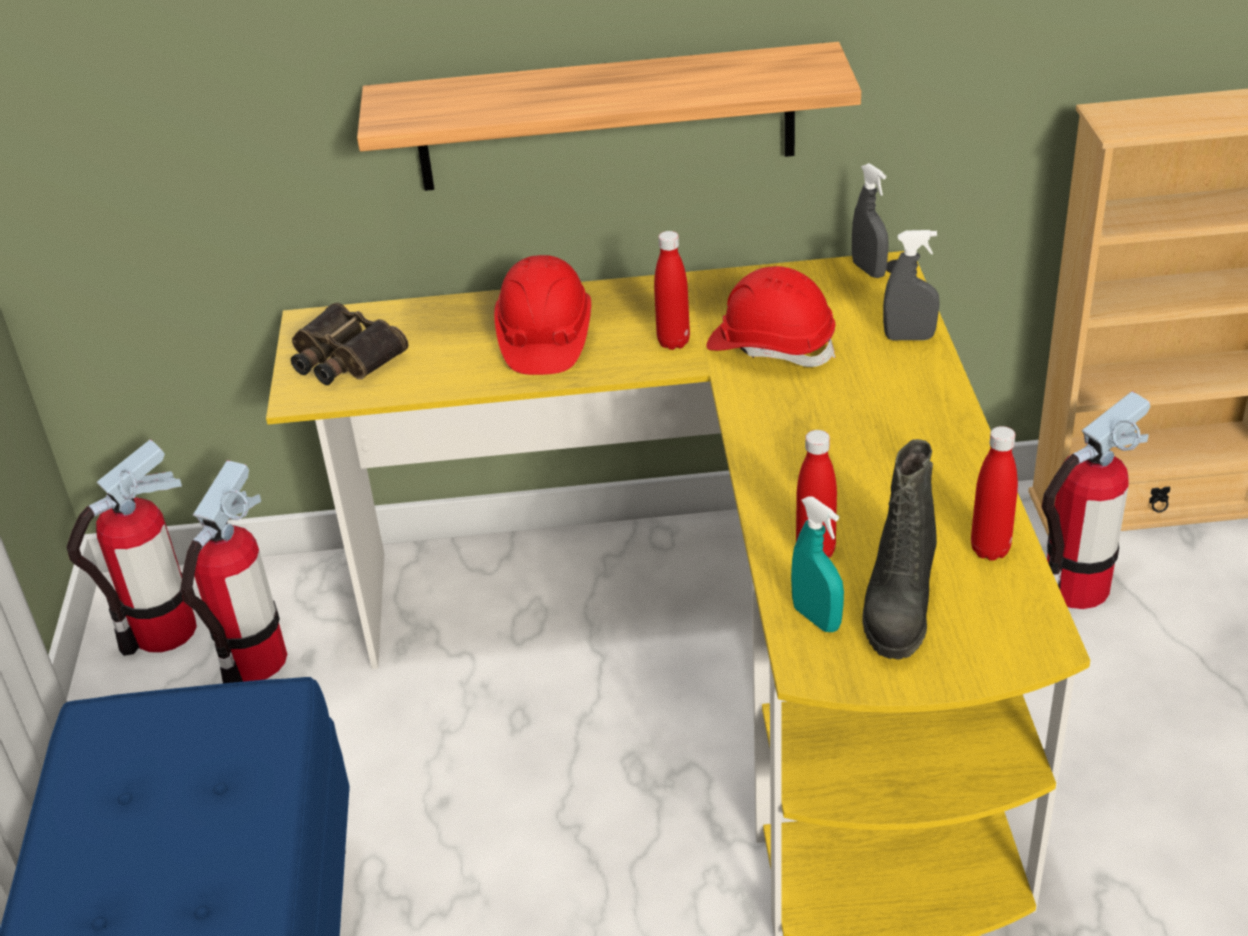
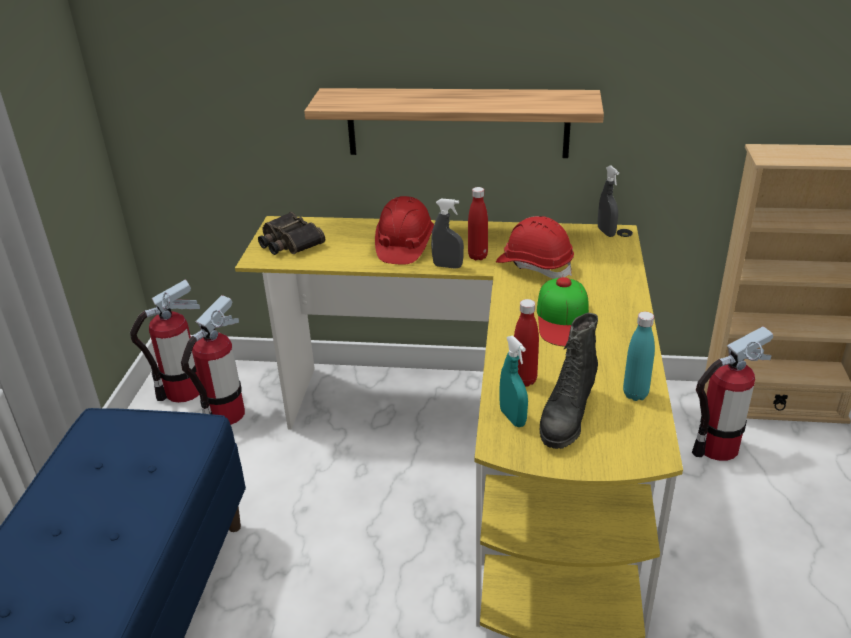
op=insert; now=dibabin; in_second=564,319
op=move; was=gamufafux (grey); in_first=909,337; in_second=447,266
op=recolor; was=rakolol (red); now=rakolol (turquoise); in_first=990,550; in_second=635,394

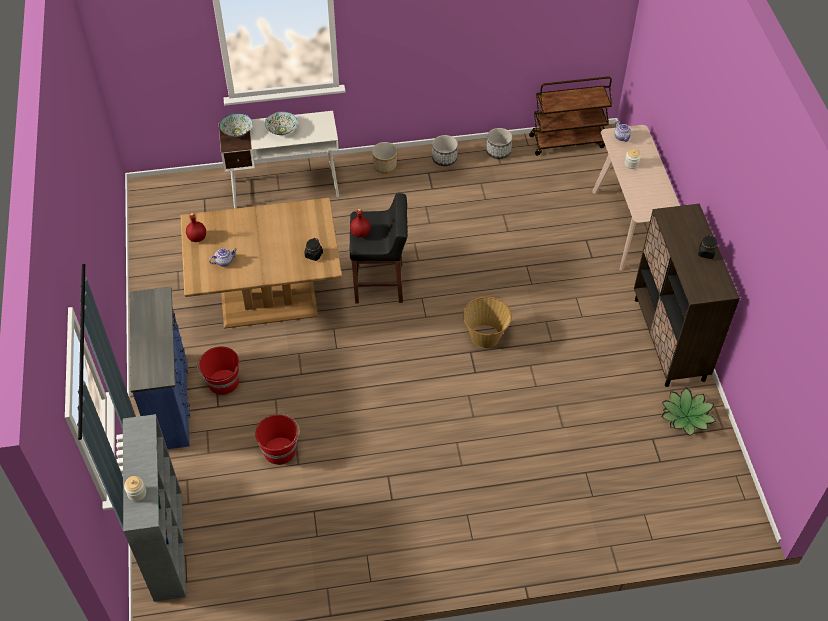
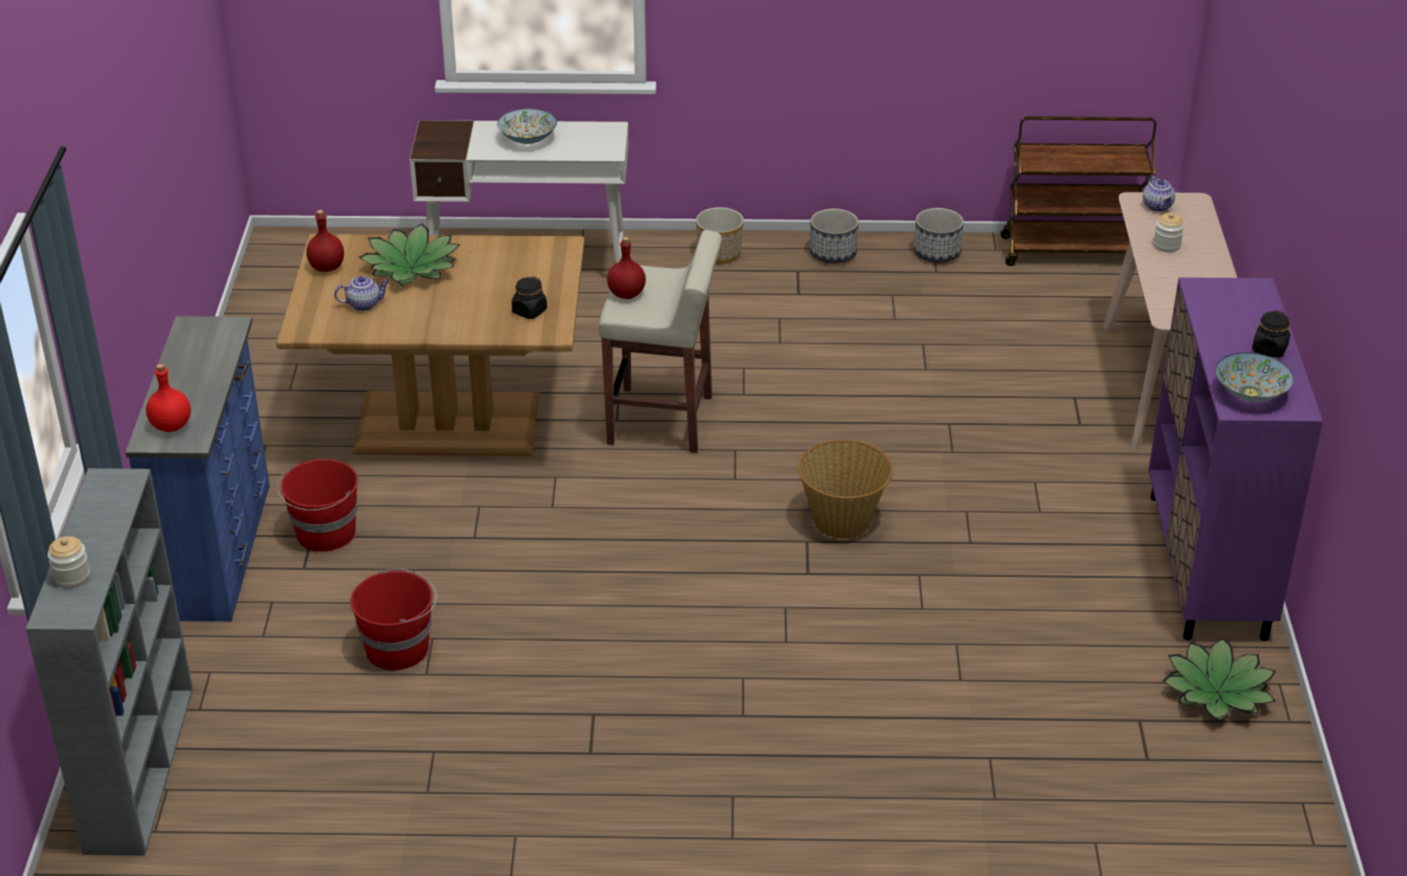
op=insert; now=rakolol (red); in_second=170,426
op=insert; now=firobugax; in_second=412,267
op=move; was=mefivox; in_first=237,131; in_second=1250,393
op=recolor; was=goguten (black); now=goguten (beige); in_first=380,283; in_second=662,420
op=recolor; was=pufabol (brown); now=pufabol (purple); in_first=669,339; in_second=1207,566

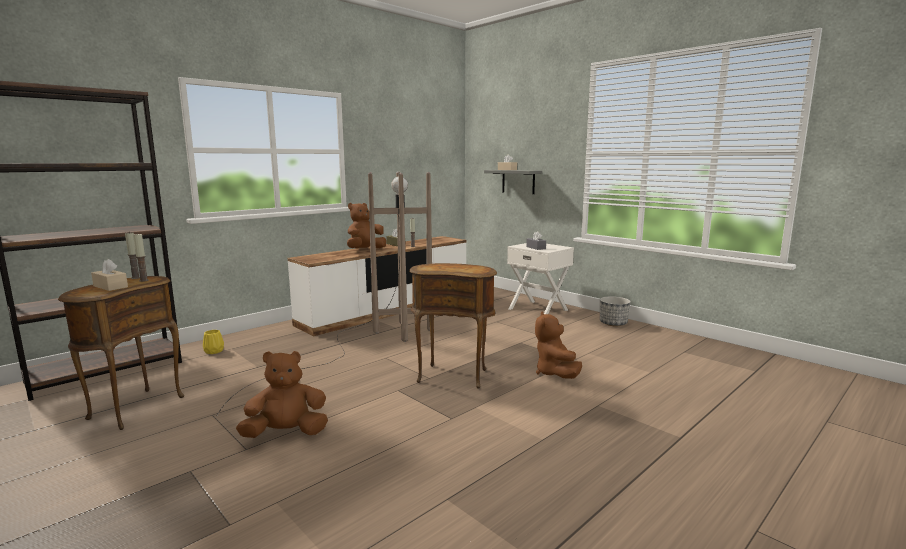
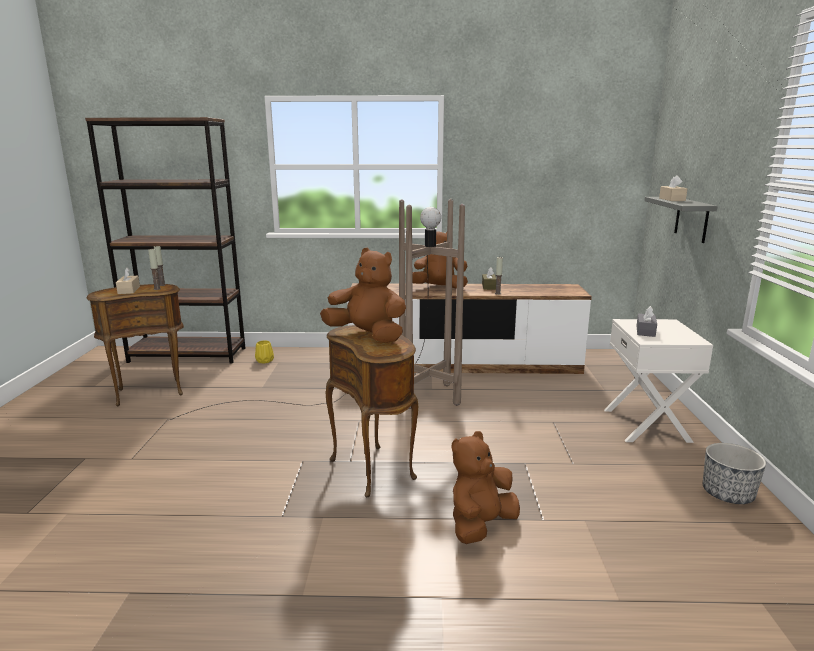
op=move; was=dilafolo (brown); in_first=286,433; in_second=367,336

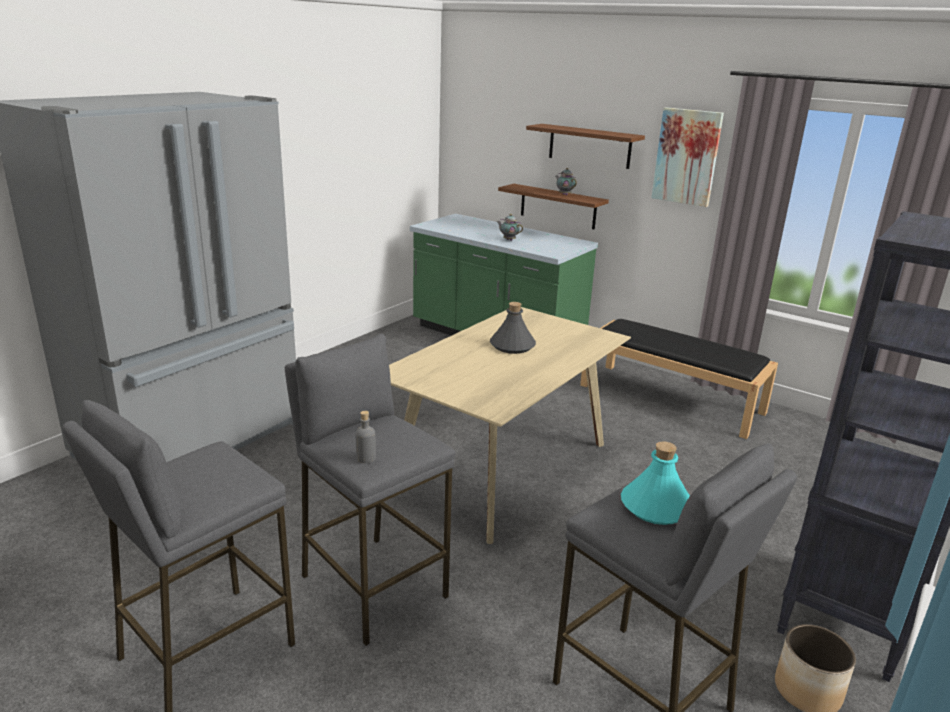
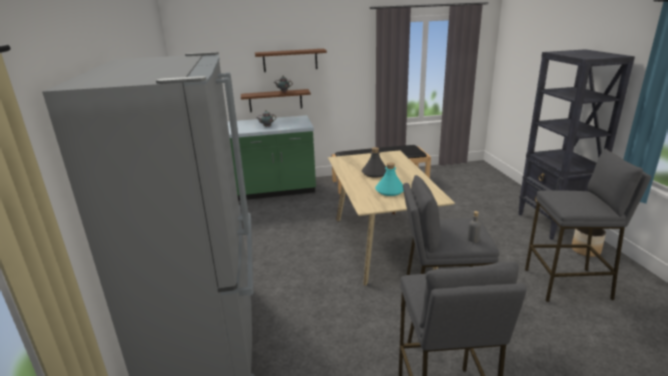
op=delete; was=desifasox; in_first=687,157
op=move; was=rakolol (turquoise); in_first=655,507; in_second=389,191

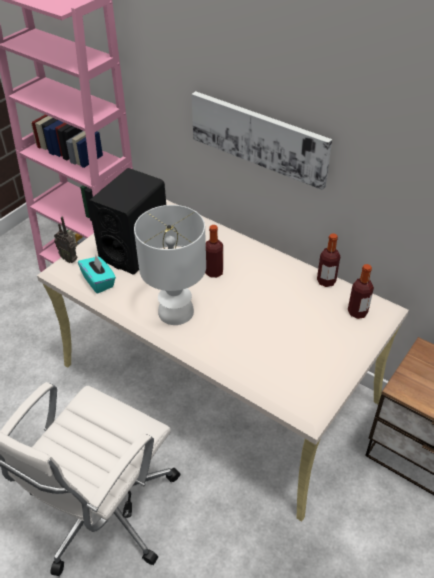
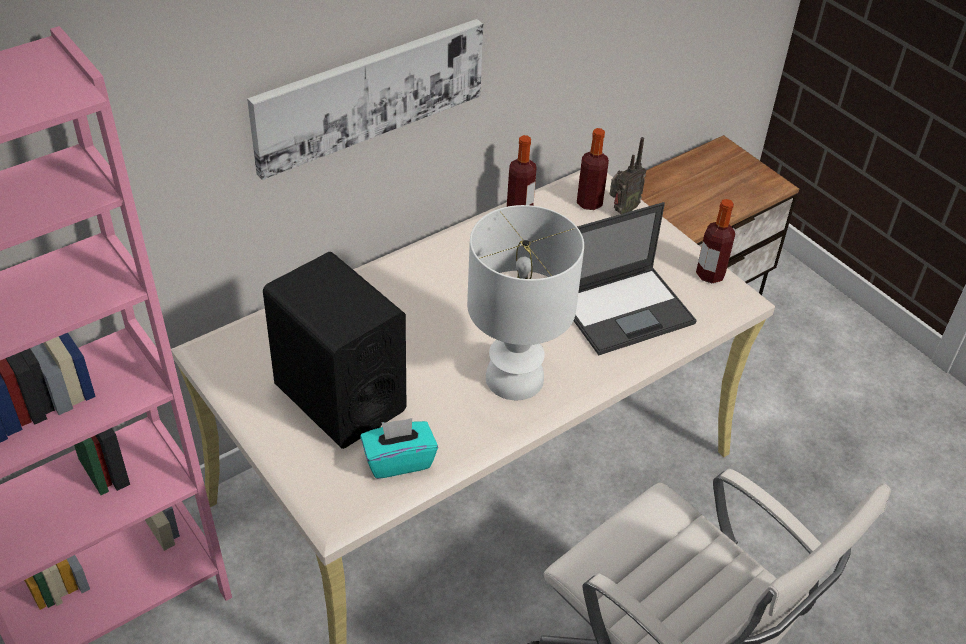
op=insert; now=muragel; in_second=626,309
op=move; was=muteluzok; in_first=70,259; in_second=622,210
op=move; was=rakolol; in_first=214,272; in_second=710,274

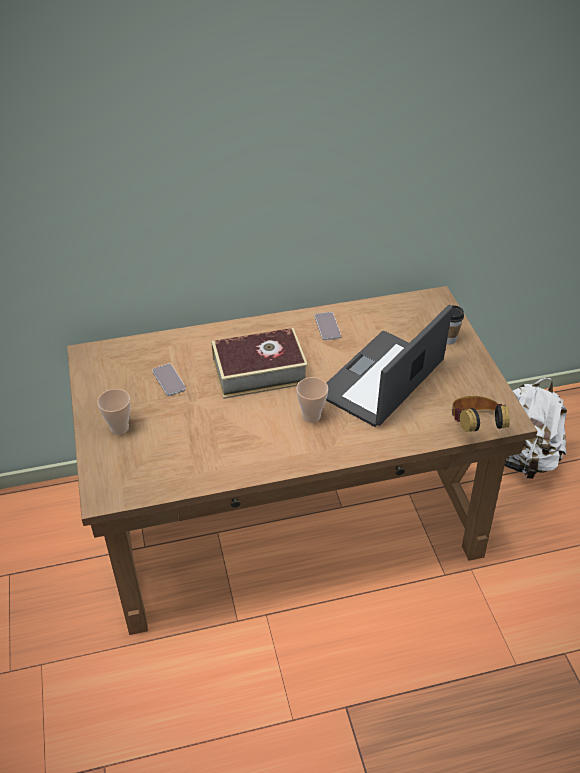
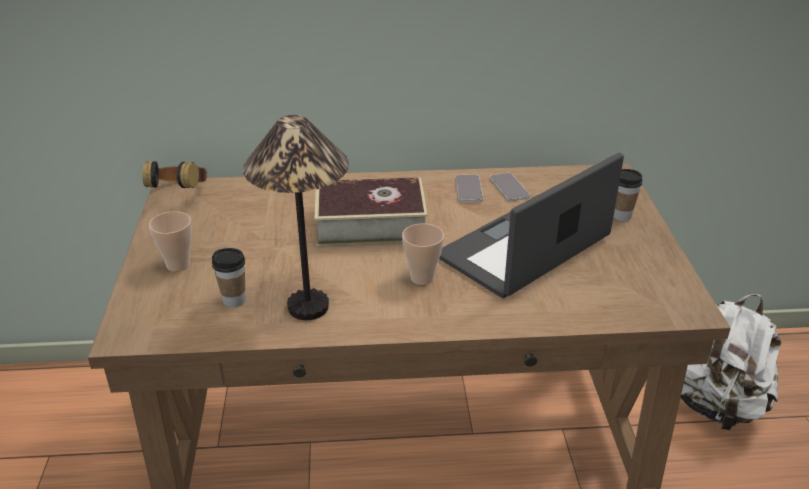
op=insert; now=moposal; in_second=234,300
op=insert; now=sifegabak; in_second=307,308
op=move; was=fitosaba; in_first=169,380; in_second=509,188
op=move; was=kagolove; in_first=474,426; in_second=181,195

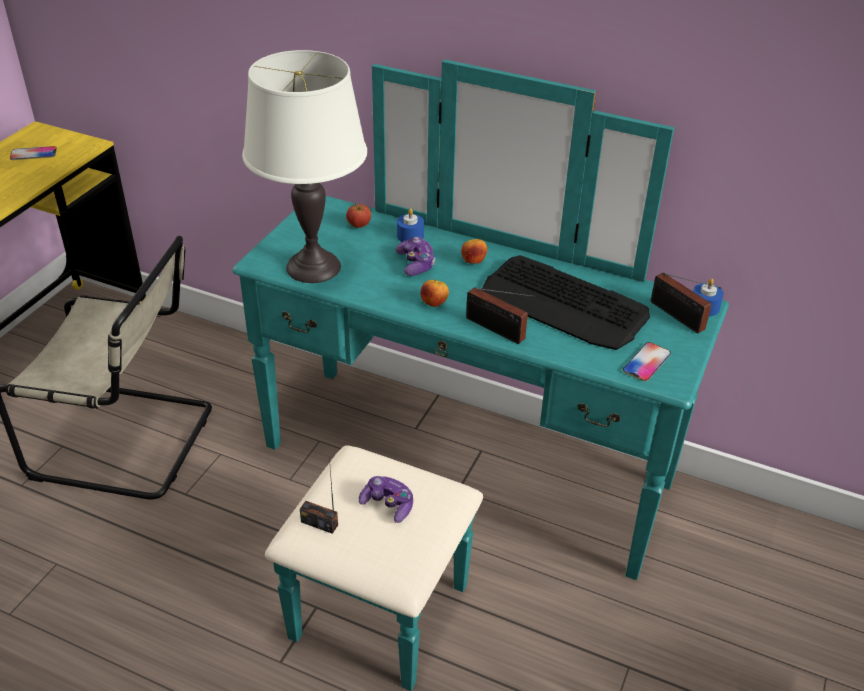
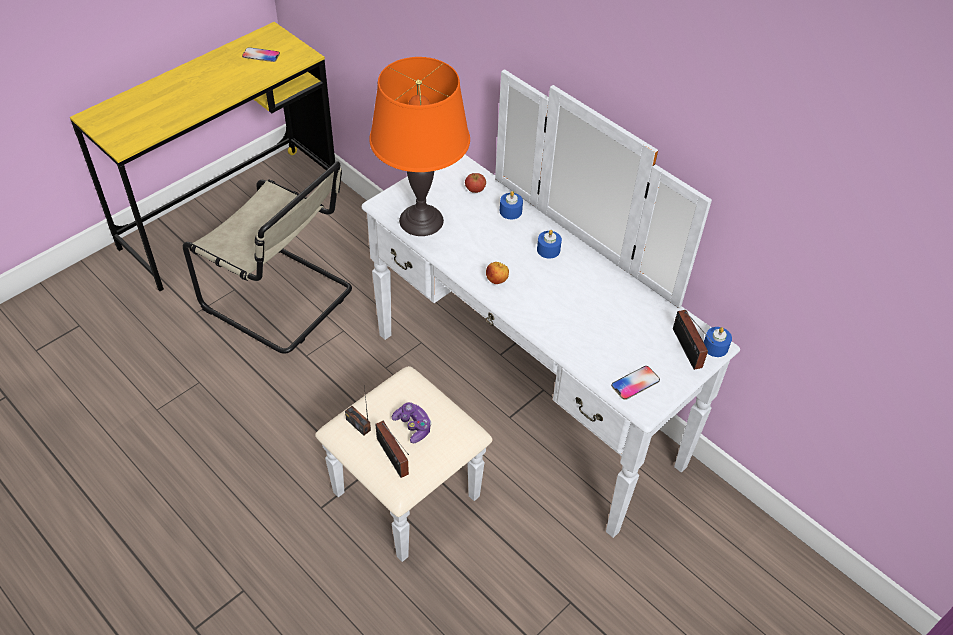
op=delete; was=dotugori; in_first=416,264
op=delete; was=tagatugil; in_first=564,304
op=move; was=muteluzok; in_first=498,330; in_second=393,459
op=replace; was=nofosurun; now=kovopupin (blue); in_first=473,262; in_second=548,250
op=recolor; was=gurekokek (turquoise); now=gurekokek (white); in_first=450,495; in_second=500,420
op=recolor; was=sifegabak (white); now=sifegabak (orange); in_first=313,267; in_second=421,221

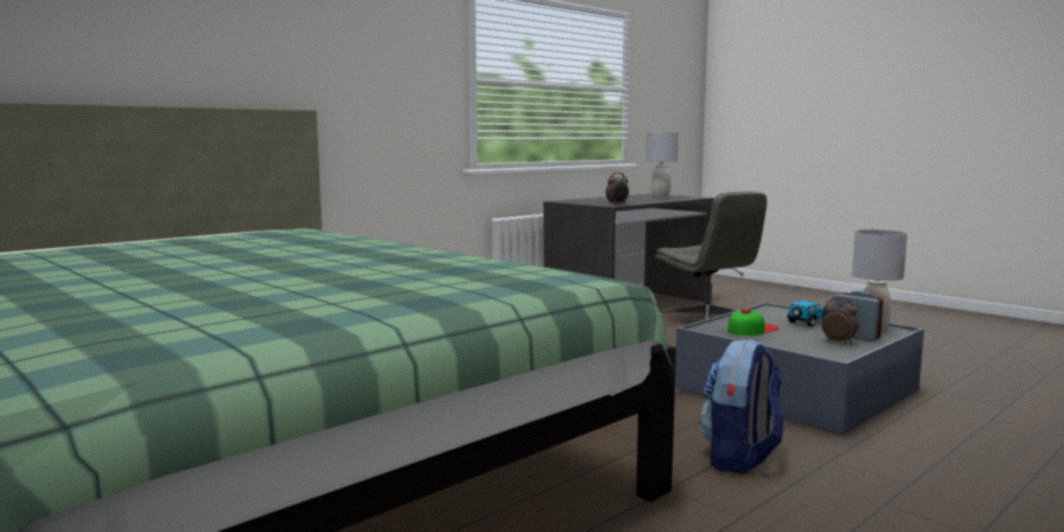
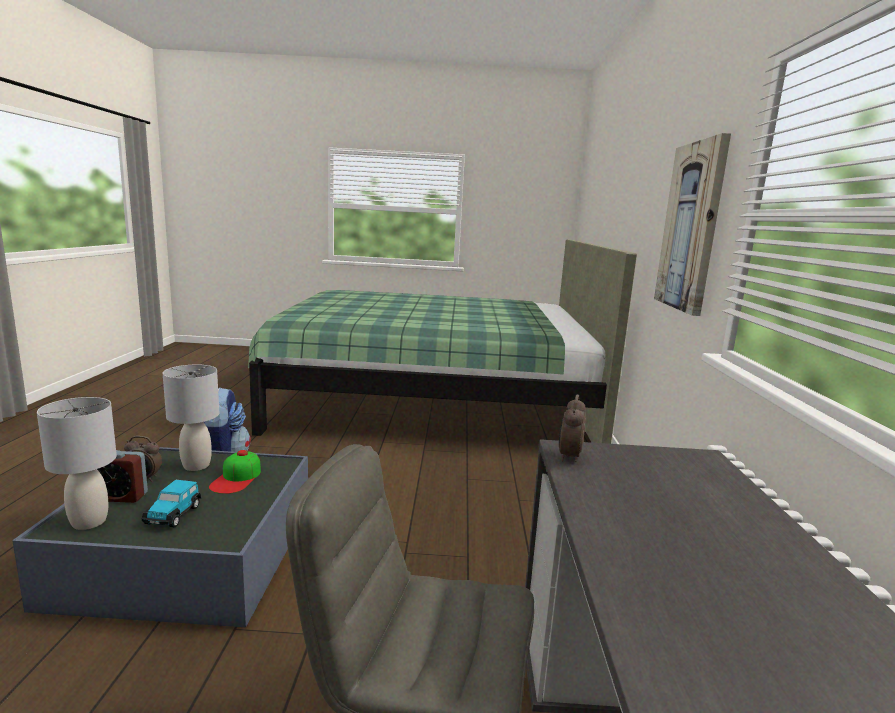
op=insert; now=desifasox; in_second=691,227
op=move; was=sifegabak (grey); in_first=660,197; in_second=196,466

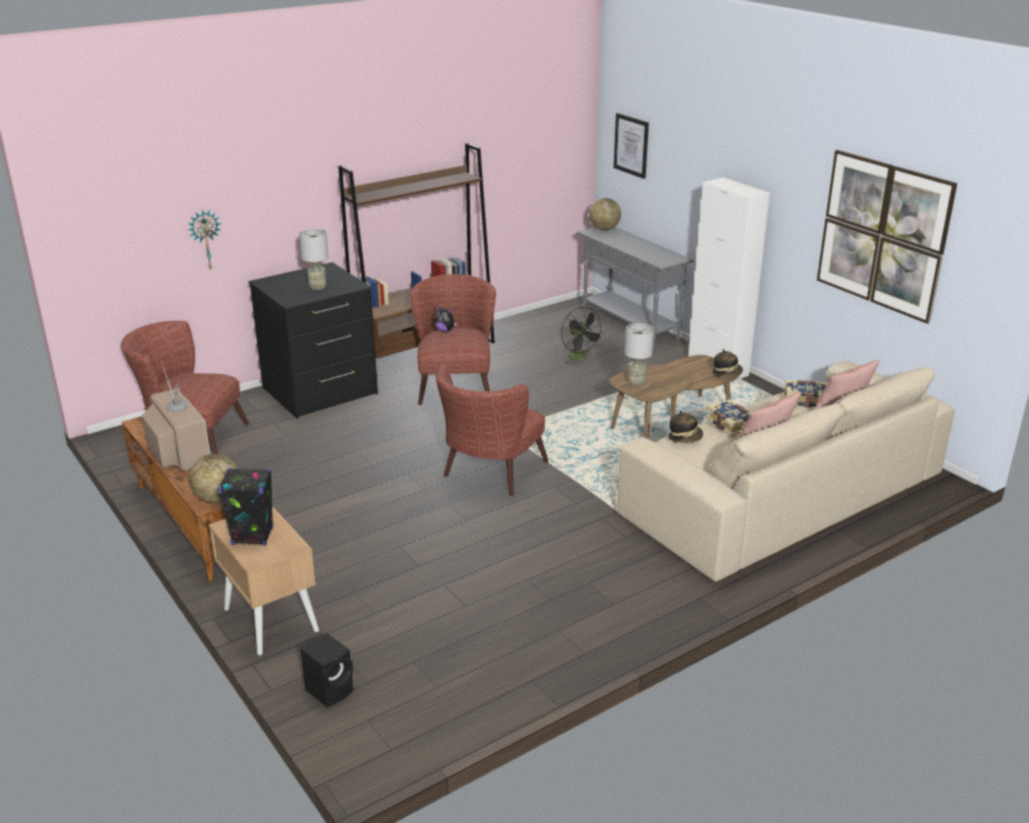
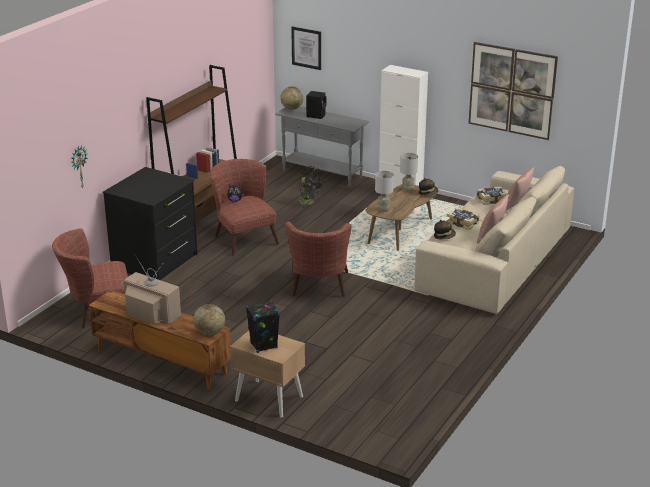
op=move; was=sifegabak (grey); in_first=318,287; in_second=408,190
op=move; was=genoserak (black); in_first=331,690; in_second=316,115

